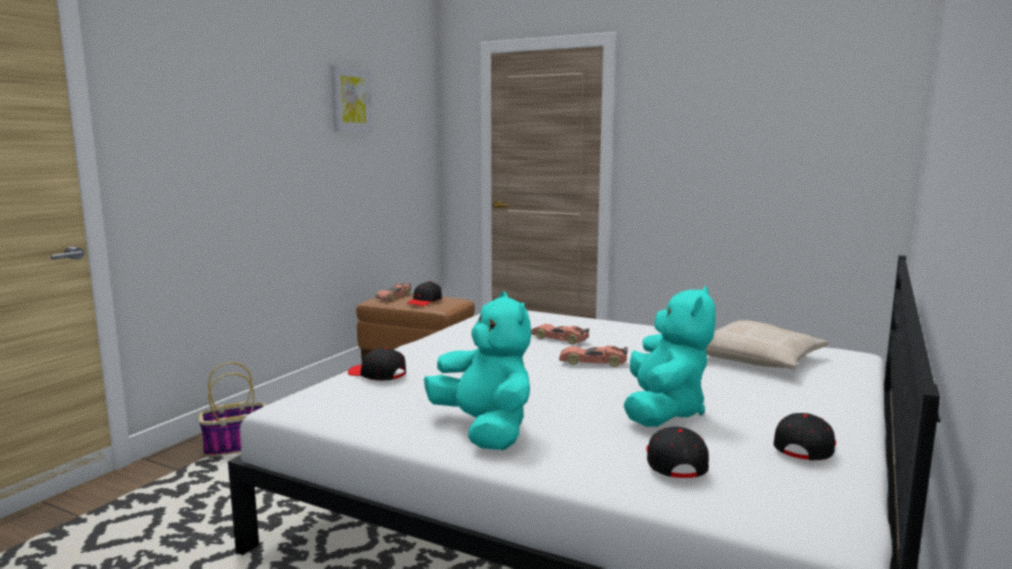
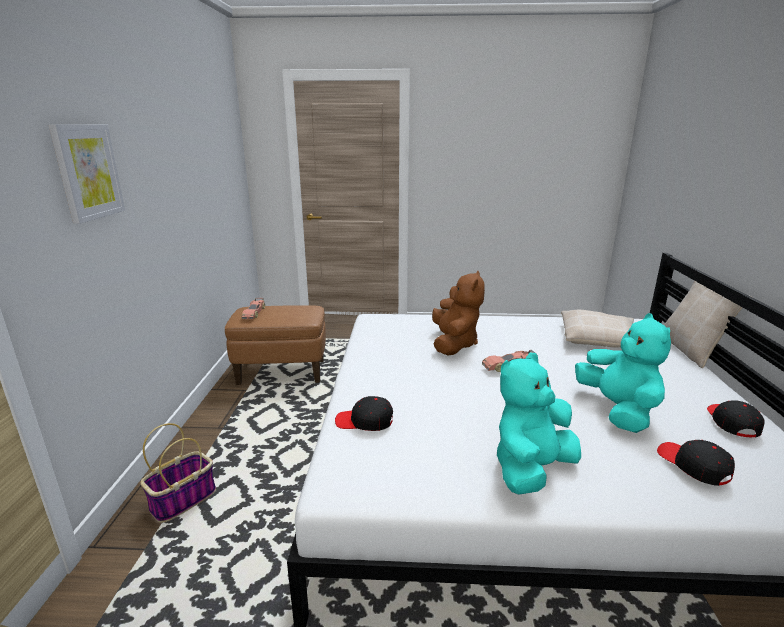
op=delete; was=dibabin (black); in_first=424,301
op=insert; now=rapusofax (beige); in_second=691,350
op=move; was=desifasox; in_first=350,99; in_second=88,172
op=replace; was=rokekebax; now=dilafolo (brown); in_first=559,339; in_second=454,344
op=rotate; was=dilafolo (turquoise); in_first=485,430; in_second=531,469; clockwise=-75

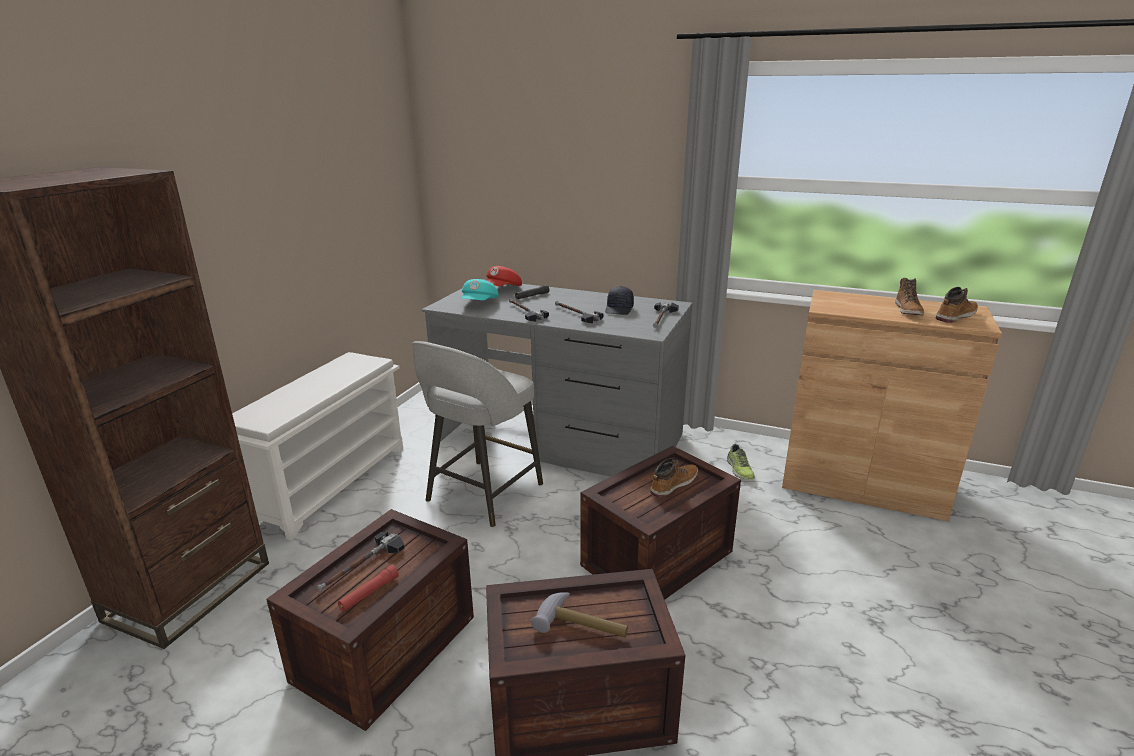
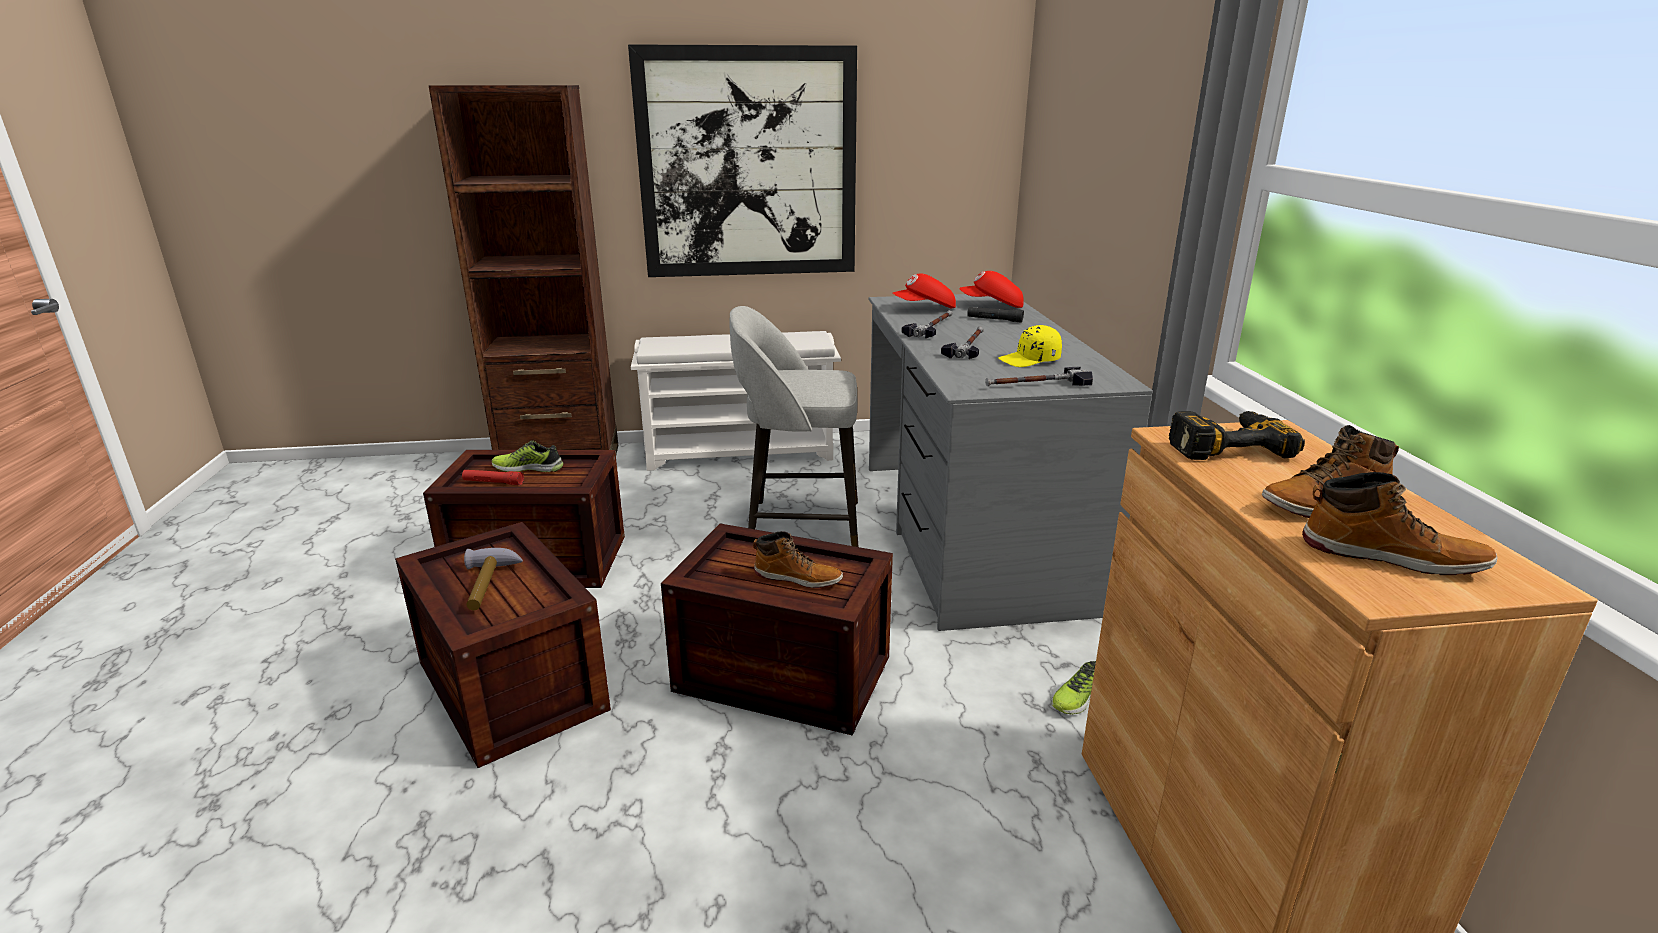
op=insert; now=desifasox; in_second=748,164
op=insert; now=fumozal; in_second=1224,445
op=replace; was=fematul; now=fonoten; in_first=361,566; in_second=529,468
op=recolor; was=dibabin (turquoise); now=dibabin (red); in_first=480,303; in_second=925,309
op=recolor; was=dibabin (black); now=dibabin (yellow); in_first=619,309; in_second=1030,360

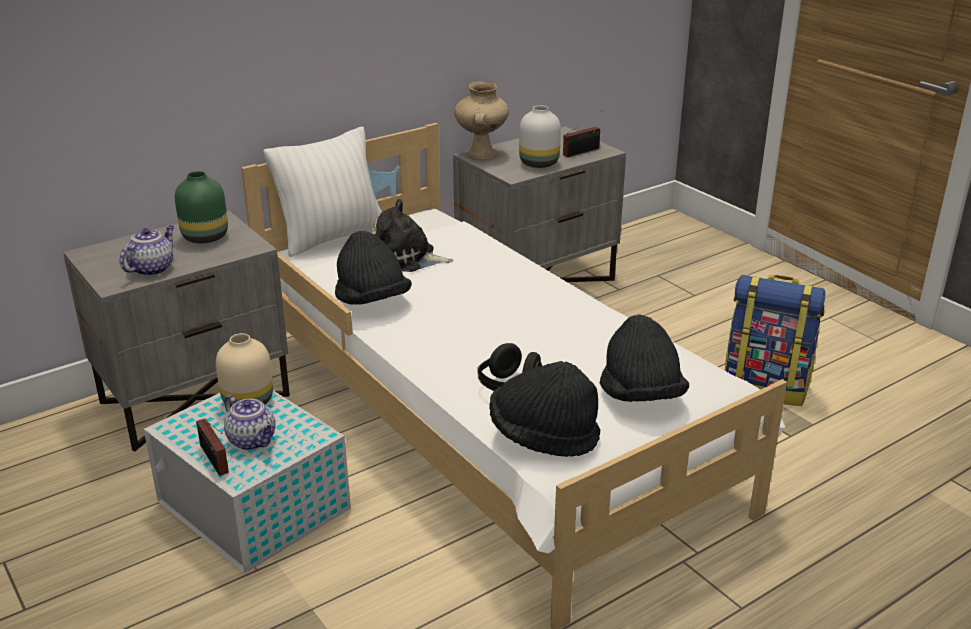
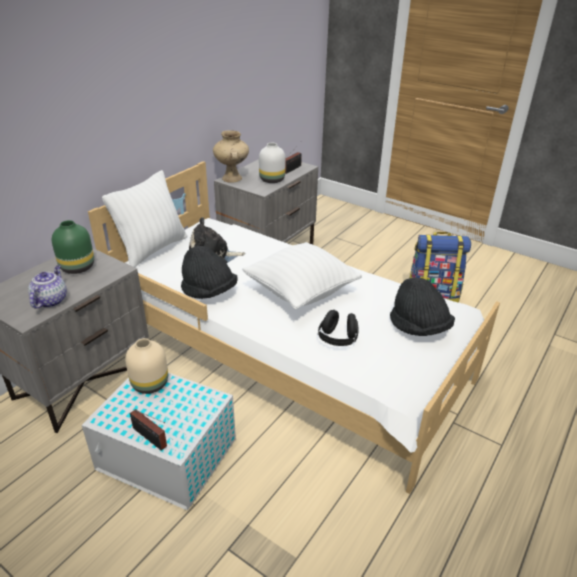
op=delete; was=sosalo; in_first=253,441
op=delete; was=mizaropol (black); in_first=543,436
op=insert; now=rapusofax (white); in_second=301,293

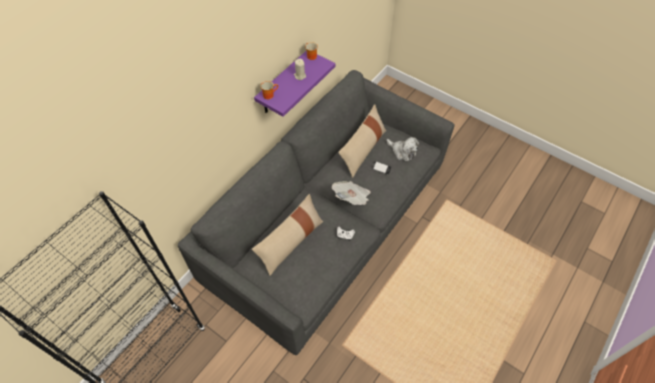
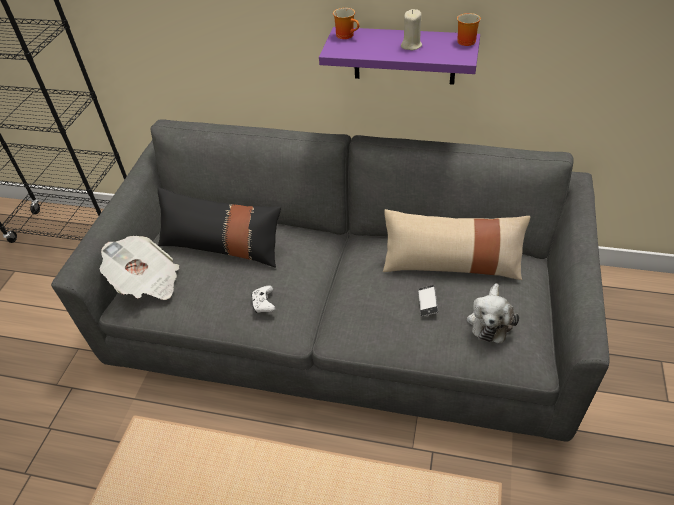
op=move; was=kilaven; in_first=352,198; in_second=146,282
op=recolor; was=rapusofax (beige); now=rapusofax (black); in_first=290,242; in_second=222,246

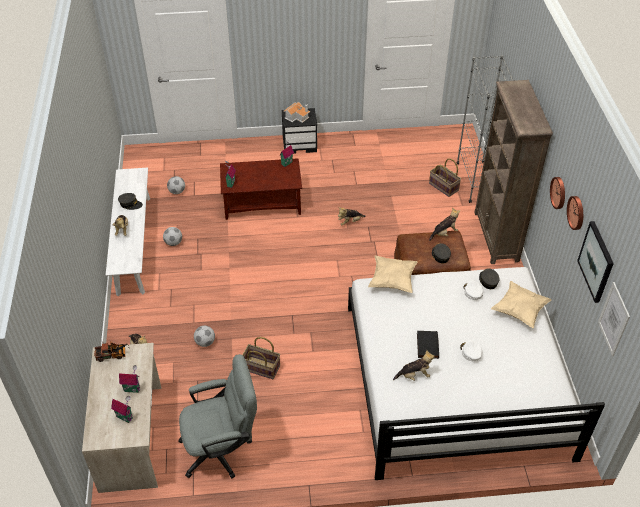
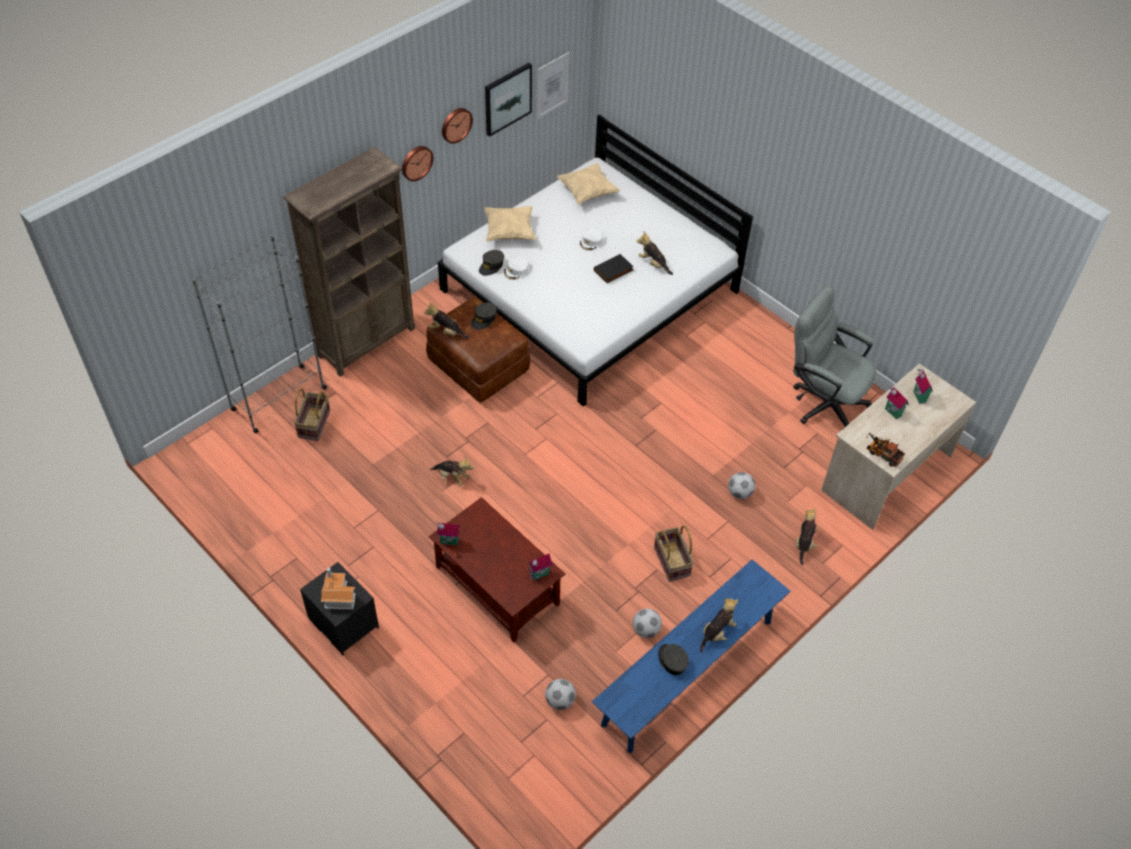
op=move; was=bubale; in_first=261,368; in_second=672,561
op=move; was=rapusofax (beige); in_first=392,280; in_second=587,192
op=recolor; was=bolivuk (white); now=bolivuk (blue); in_first=134,244; in_second=688,672

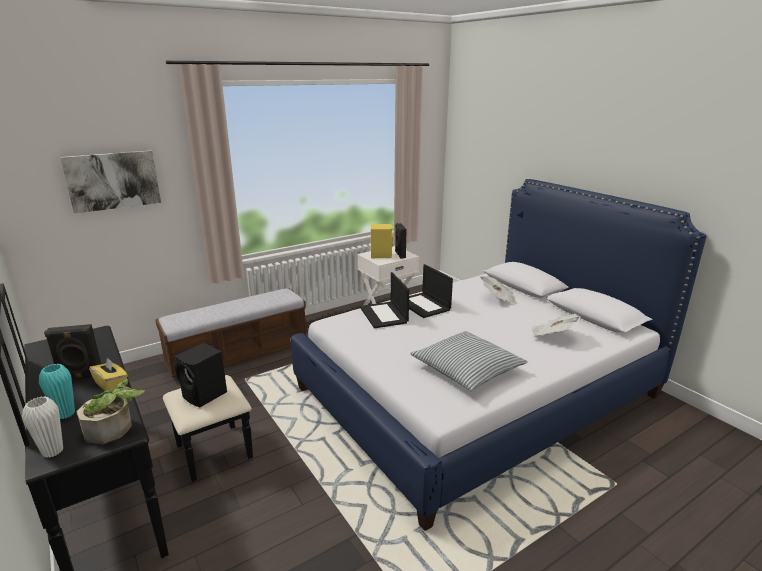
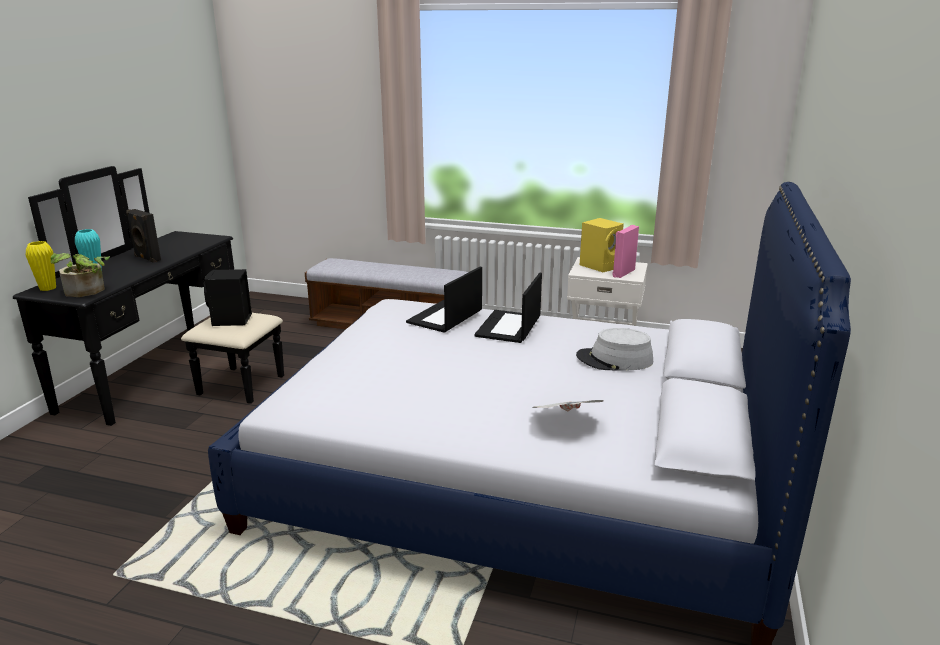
op=delete; was=desifasox; in_first=113,180
op=delete; was=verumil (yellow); in_first=111,384
op=delete; was=rapusofax; in_first=467,369
op=replace; was=kilaven; now=mizaropol (grey); in_first=498,299; in_second=614,360
op=recolor; was=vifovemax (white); now=vifovemax (yellow); in_first=52,451; in_second=48,288
op=recolor; was=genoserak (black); now=genoserak (pink); in_first=399,255; in_second=622,273

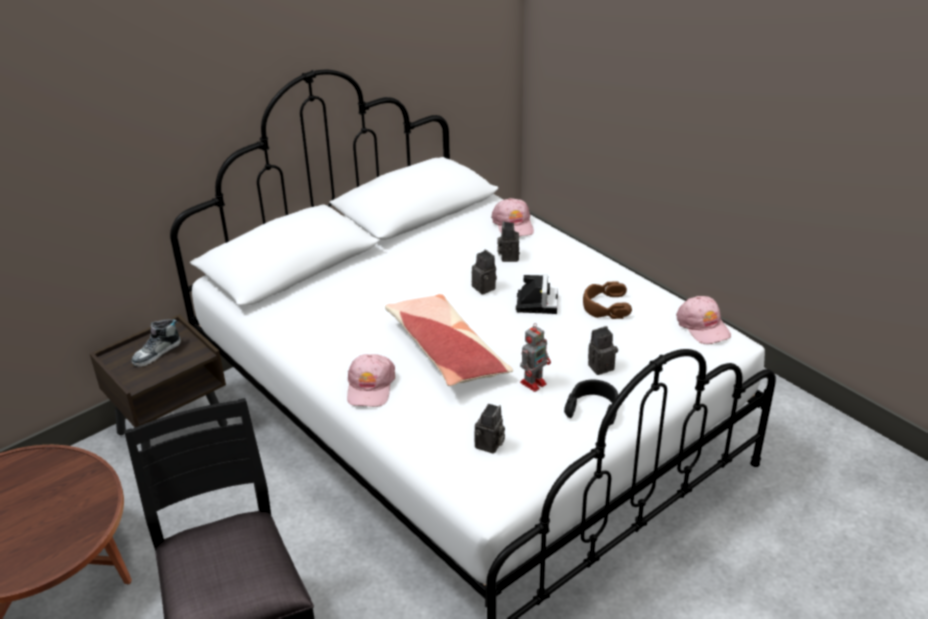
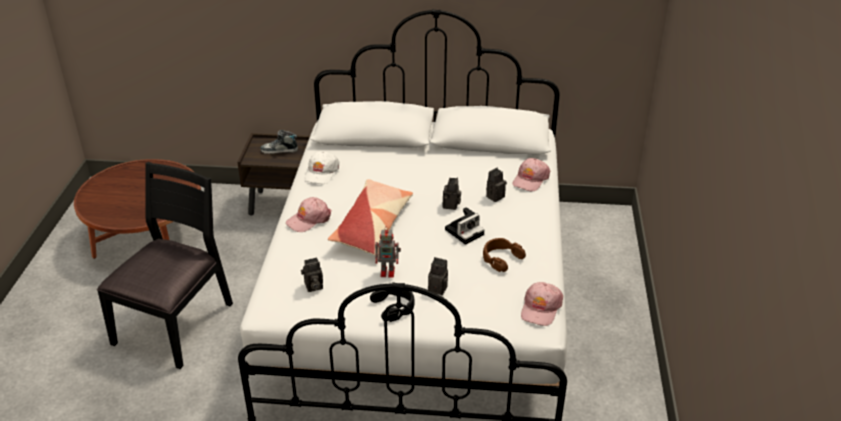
op=insert; now=dibabin (white); in_second=321,173

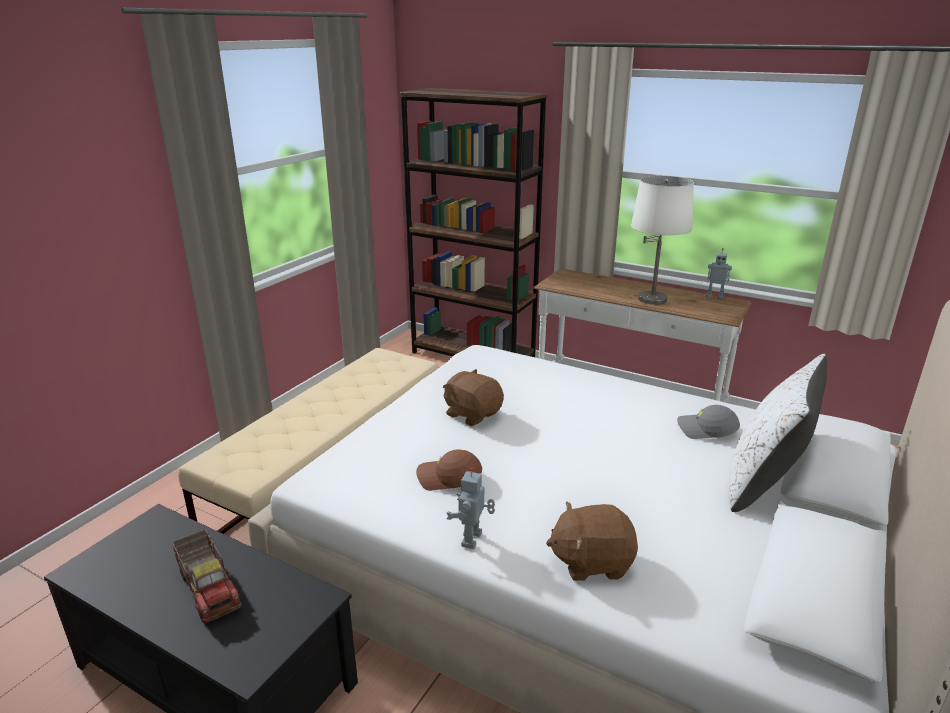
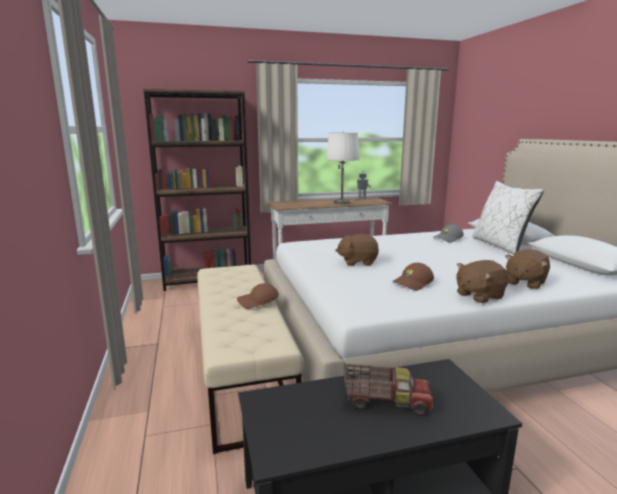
op=insert; now=dibabin (brown); in_second=257,302
op=replace; was=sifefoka; now=dilafolo (brown); in_first=473,540; in_second=479,295

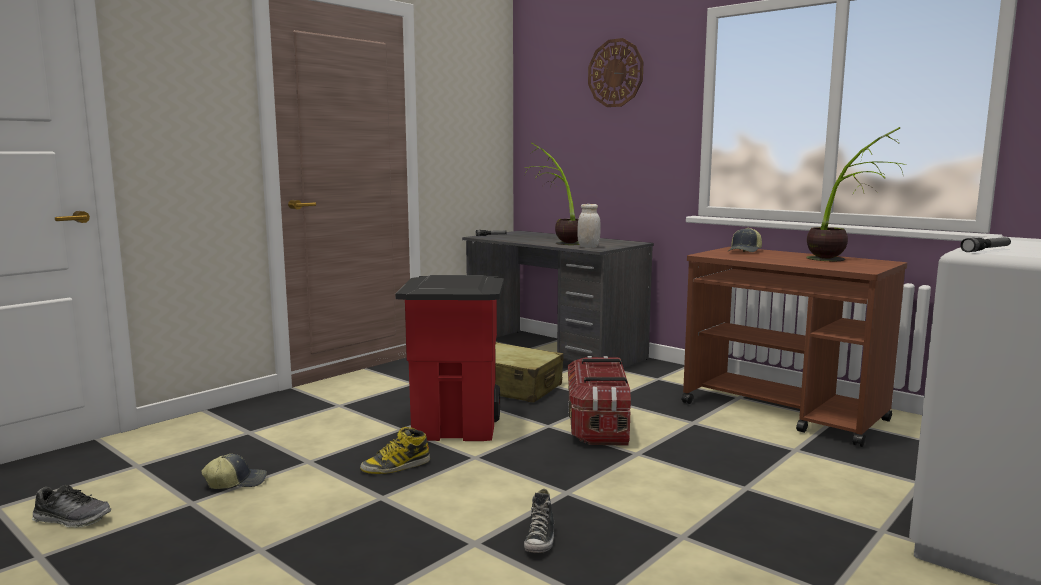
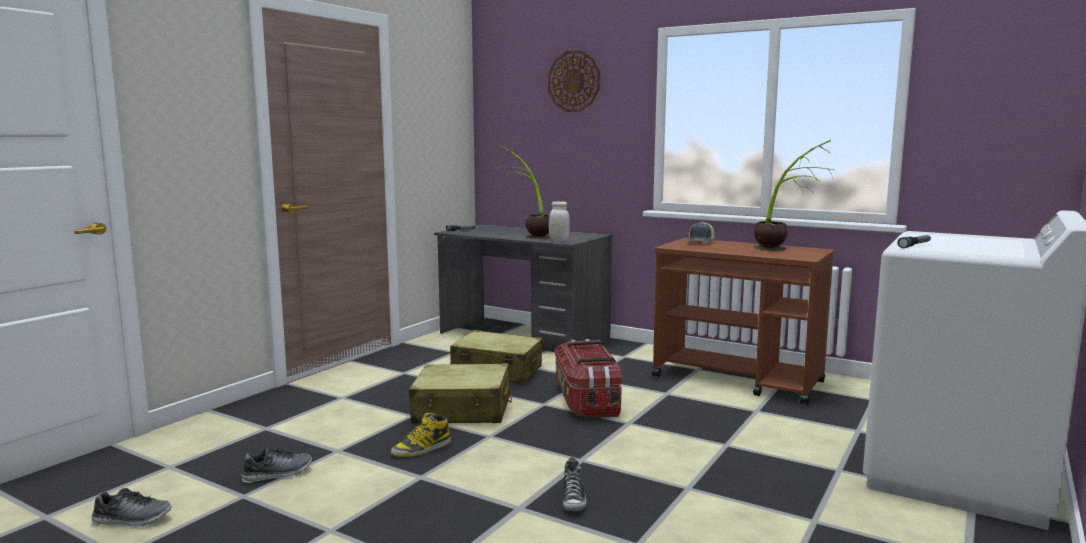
op=replace; was=dibabin; now=fonoten; in_first=236,482; in_second=277,474
op=replace; was=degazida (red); now=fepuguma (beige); in_first=457,427; in_second=462,410

